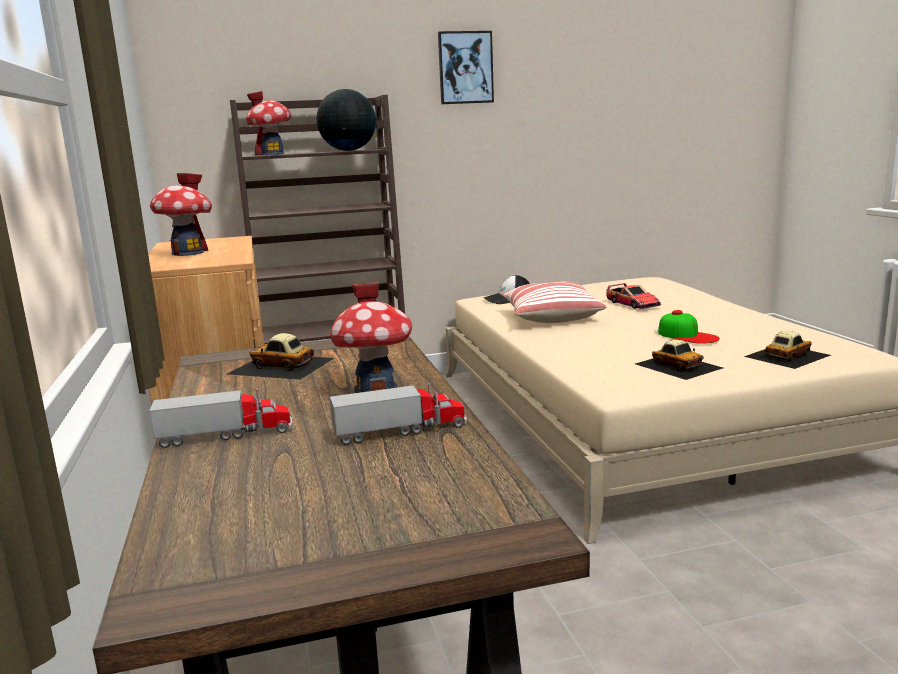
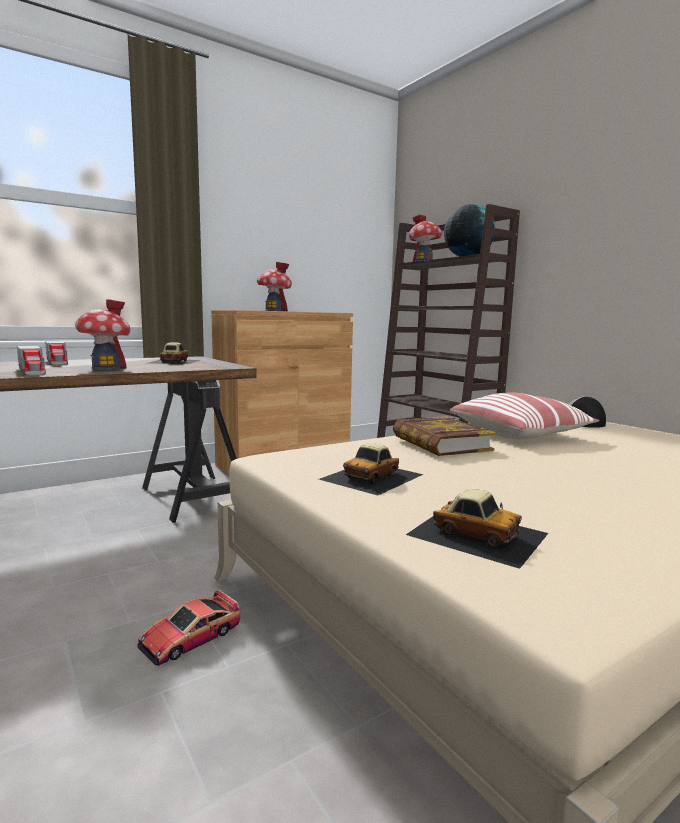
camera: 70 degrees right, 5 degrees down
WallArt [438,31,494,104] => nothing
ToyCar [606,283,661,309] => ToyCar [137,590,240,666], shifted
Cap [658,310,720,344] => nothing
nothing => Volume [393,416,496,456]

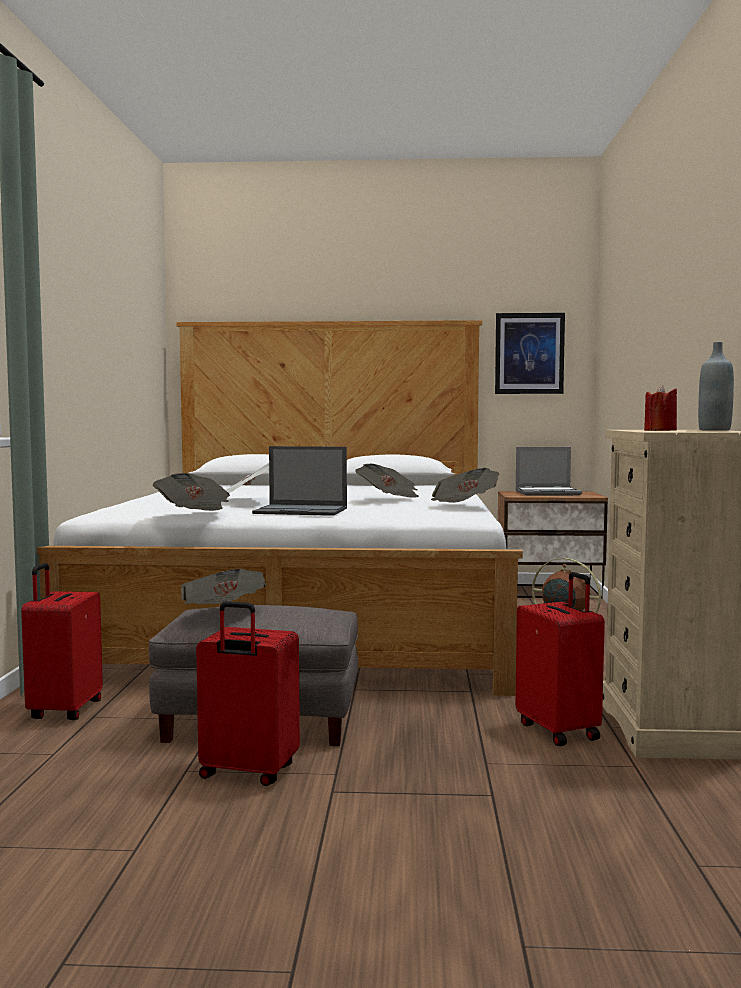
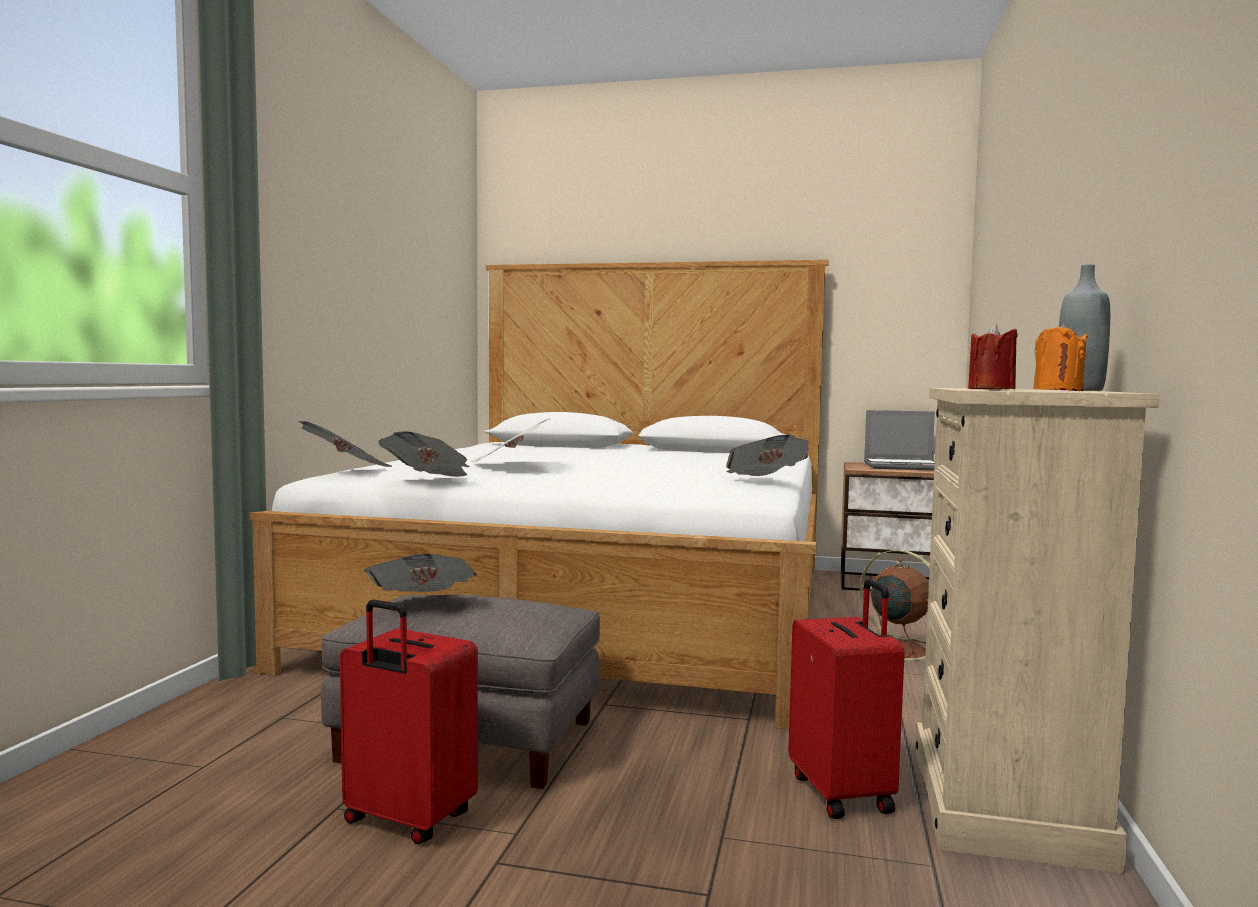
camera: 10 degrees right, 0 degrees up
ReddishTravelCase [21,563,103,720] => nothing
NotebookComputer [252,446,347,516] => nothing
Newspaper [355,464,419,498] => Newspaper [298,421,392,467], shifted
WallArt [495,313,565,394] => nothing
nothing => OrangeWaxCandle [1033,323,1088,391]

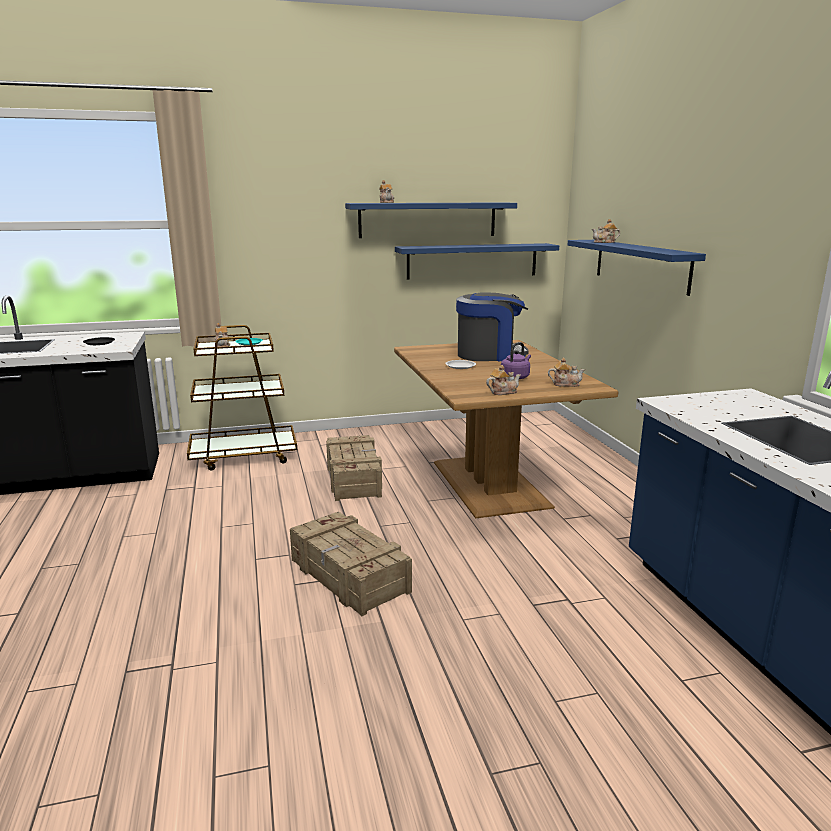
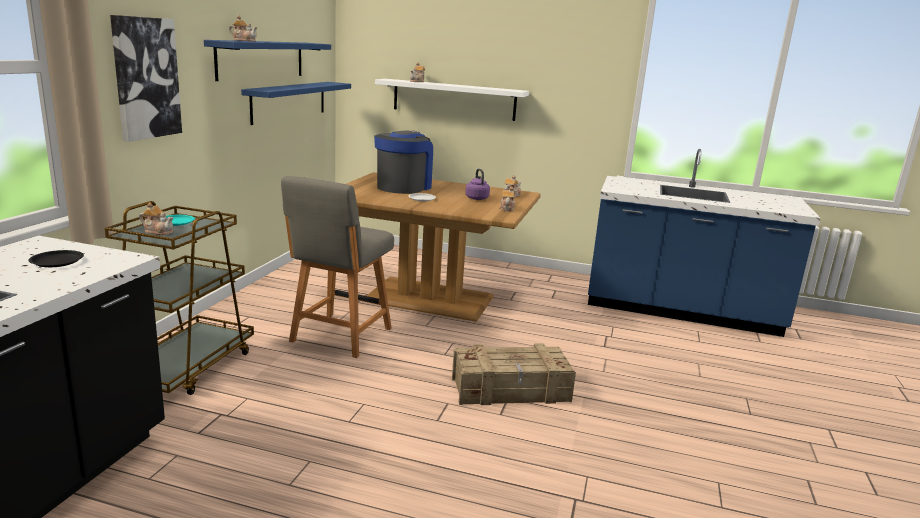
camera: 60 degrees left, 0 degrees up
PackingCrate [326,435,382,501] => GrayChair [281,176,394,358]
BlueColouredWallShelf [568,240,706,296] => WhiteColouredWallShelf [375,79,529,121]
nothing => WallArt [110,15,182,142]

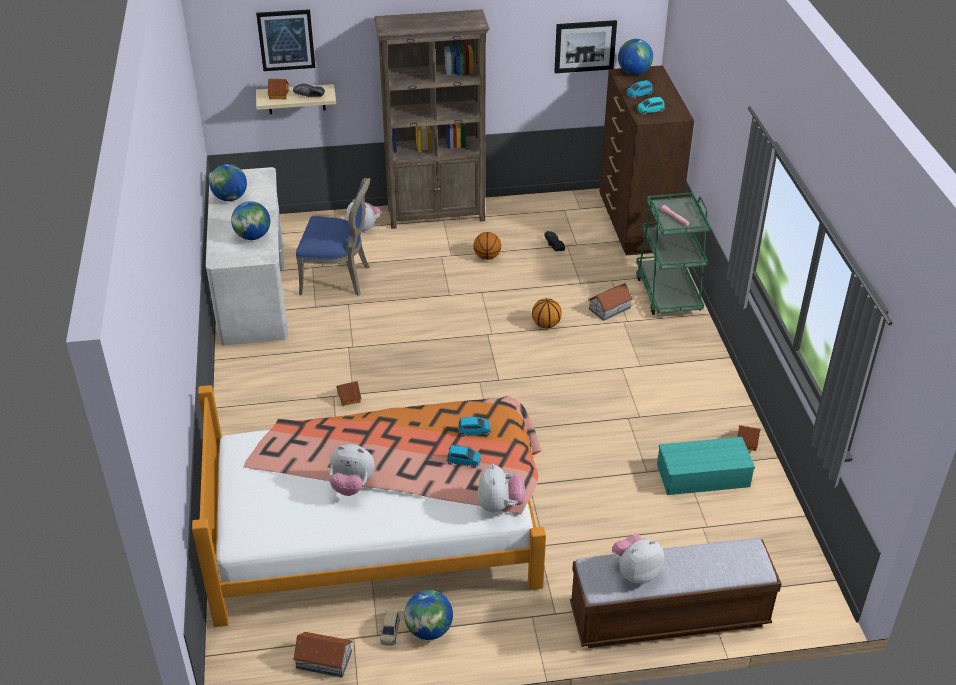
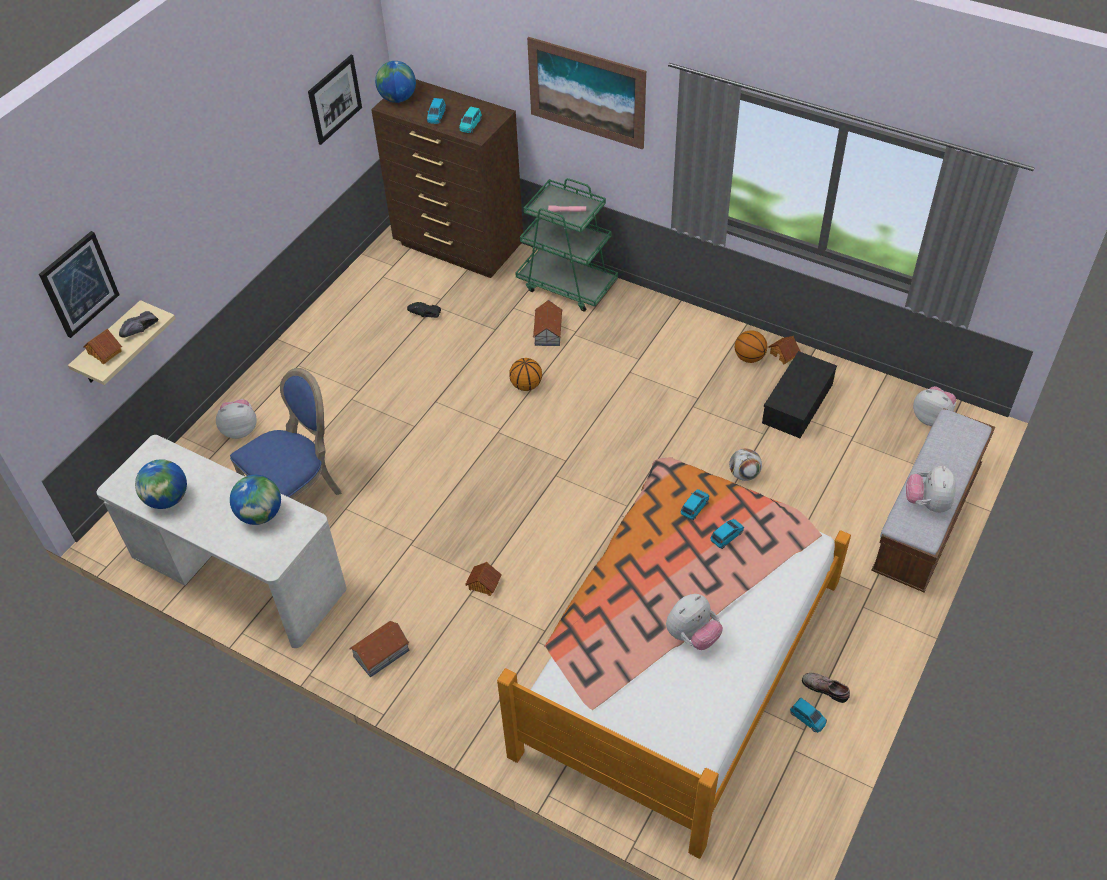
camera: 50 degrees left, 10 degrees up
MiniatureHouse [293,632,353,677] => MiniatureHouse [350,621,409,677], shifted
BrownShelvingUnit [374,9,490,229] => nothing
SandColouredToyCar [380,611,400,646] => BlueColouredToyCar [790,698,827,733]
WorldGlobe [404,590,453,640] => Shoe [802,673,850,703]
BasketballBall [474,232,501,260] => BasketballBall [735,330,767,363], shifted
CuddlyToy [477,464,525,513] => CuddlyToy [913,386,956,426], shifted
TurquoiseColouredStorageBin [657,437,755,495] => BlackColouredStorageBin [762,351,837,438]
nothing => WallArt [527,37,646,150]
nothing => Football [729,448,762,481]

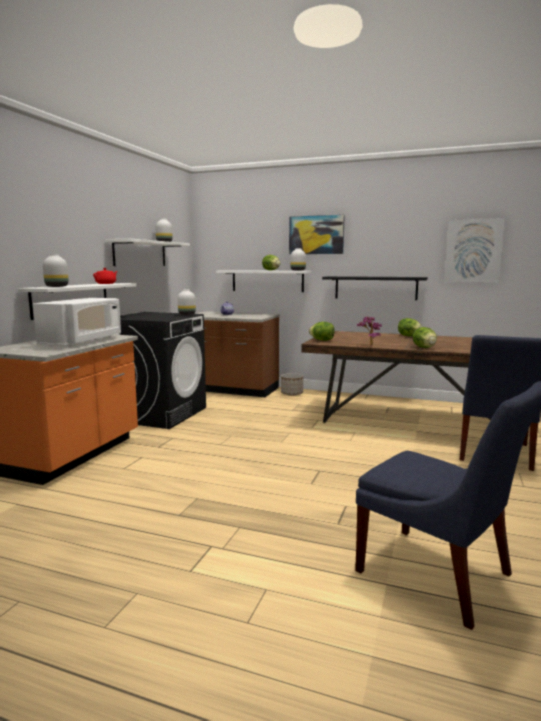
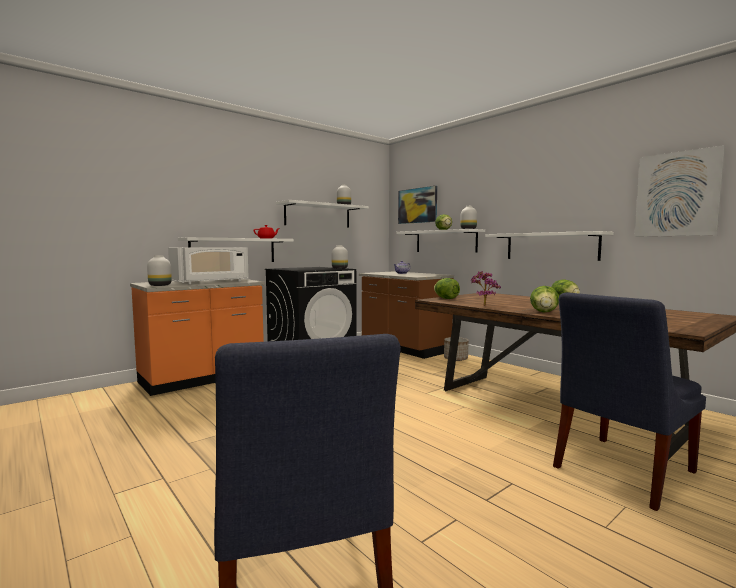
camera: 30 degrees right, 5 degrees down
WhiteColouredDecorativeVase [43,254,69,287] => WhiteColouredDecorativeVase [147,255,172,286], shifted
WallArt [289,215,345,254] => WallArt [398,186,437,224], shifted
BlackColouredWallShelf [322,276,428,300] => WhiteColouredWallShelf [485,231,614,261]

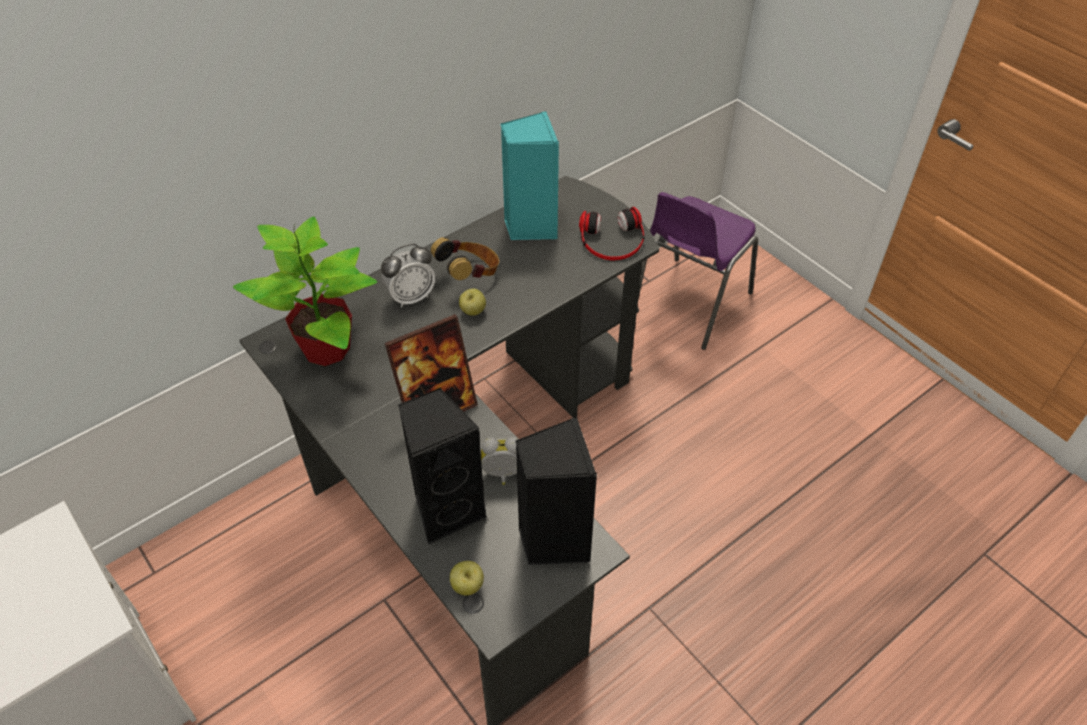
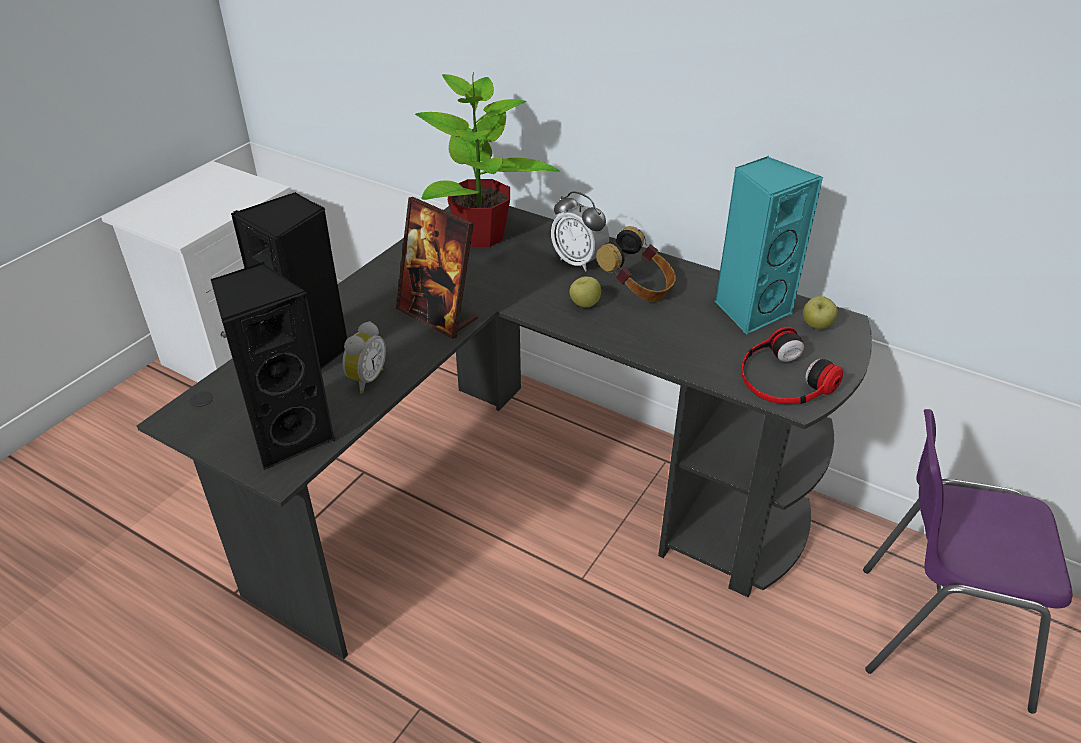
camera: 70 degrees right, 10 degrees down
WholeApple [450,561,484,596] => WholeApple [803,296,838,329], shifted
TableClock [481,437,518,485] => TableClock [342,321,386,394], 45 degrees clockwise

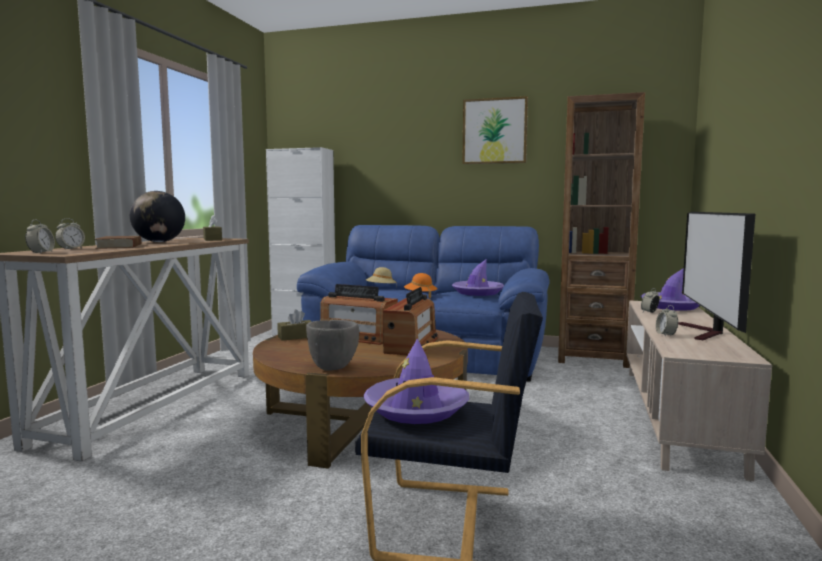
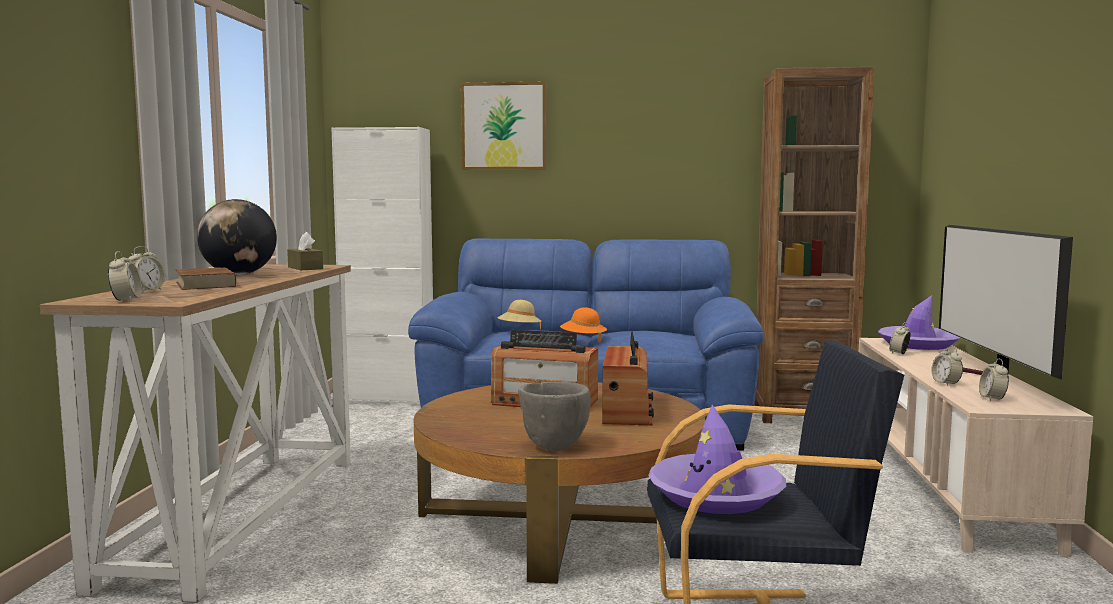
camera: 10 degrees left, 0 degrees up
BrownTissueBox [277,309,312,341] => nothing
PurpleColouredClothingHat [452,259,504,296] => nothing
WallArt [462,96,528,164] => WallArt [461,81,547,170], shifted
nothing => TableClock [979,359,1009,401]

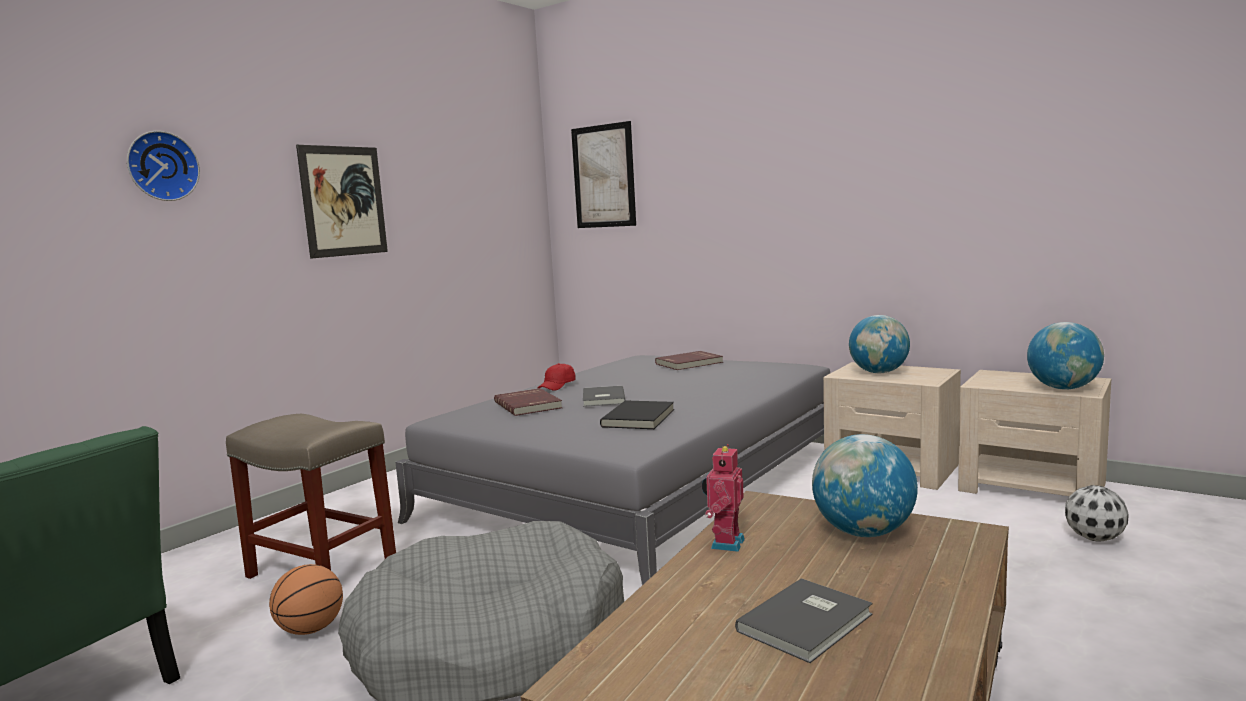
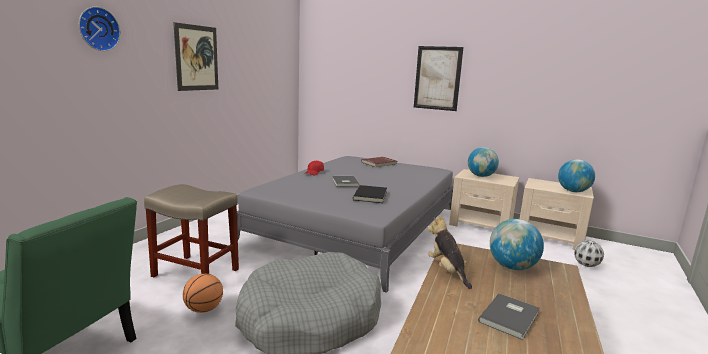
camera: 10 degrees left, 5 degrees up
ReddishVolume [494,388,562,416] => nothing
WallArt [571,121,636,228] => WallArt [414,46,464,111], shifted
ModelRobot [702,444,745,552] => CuddlyToy [428,215,472,289]

